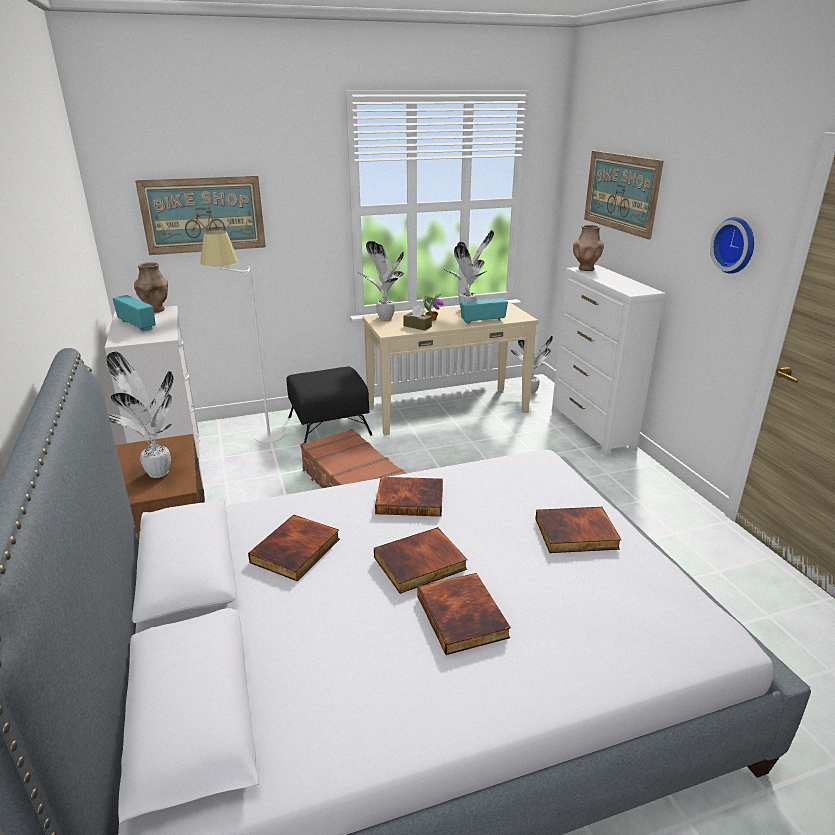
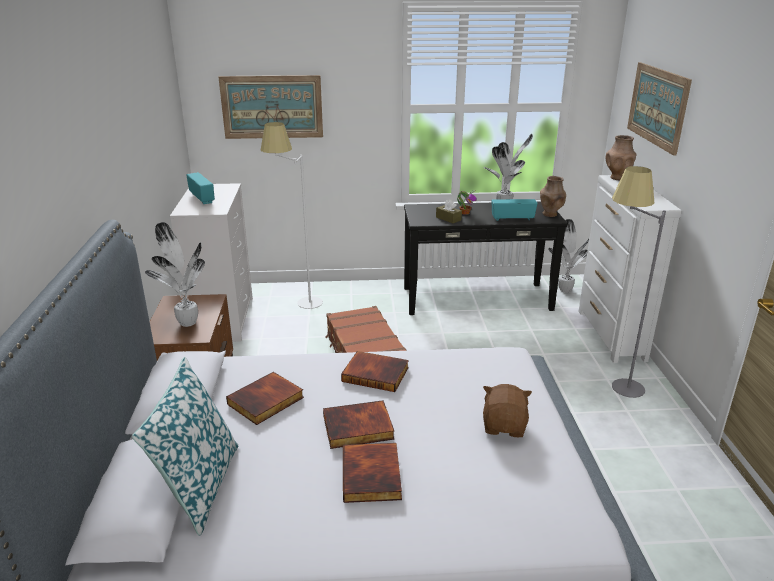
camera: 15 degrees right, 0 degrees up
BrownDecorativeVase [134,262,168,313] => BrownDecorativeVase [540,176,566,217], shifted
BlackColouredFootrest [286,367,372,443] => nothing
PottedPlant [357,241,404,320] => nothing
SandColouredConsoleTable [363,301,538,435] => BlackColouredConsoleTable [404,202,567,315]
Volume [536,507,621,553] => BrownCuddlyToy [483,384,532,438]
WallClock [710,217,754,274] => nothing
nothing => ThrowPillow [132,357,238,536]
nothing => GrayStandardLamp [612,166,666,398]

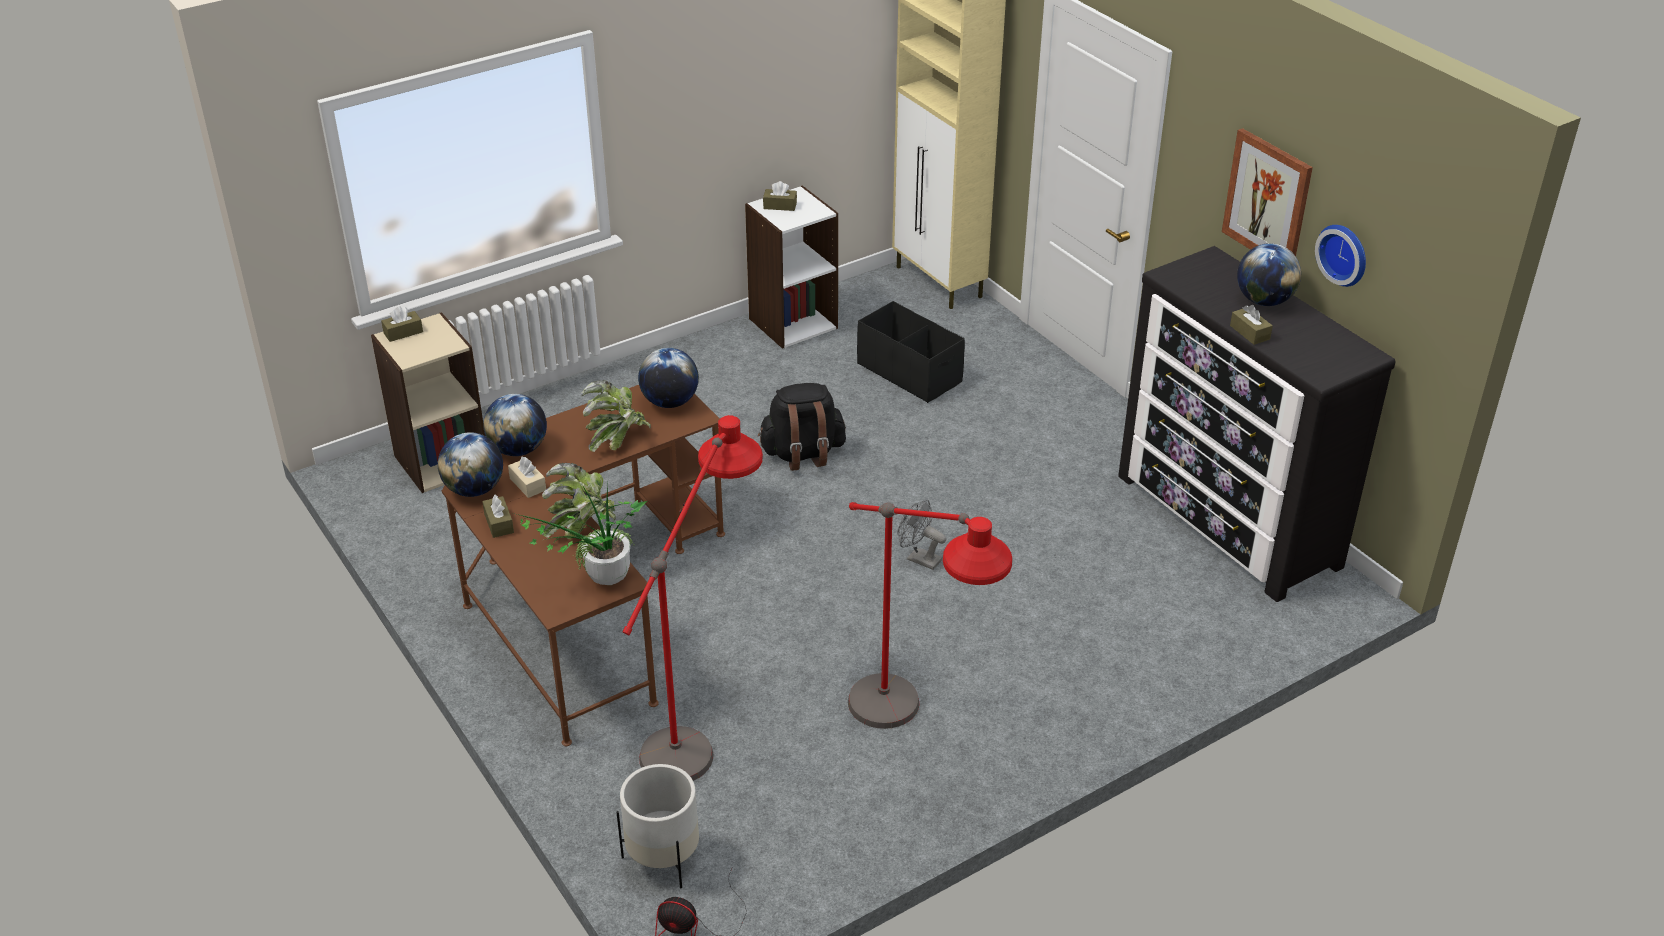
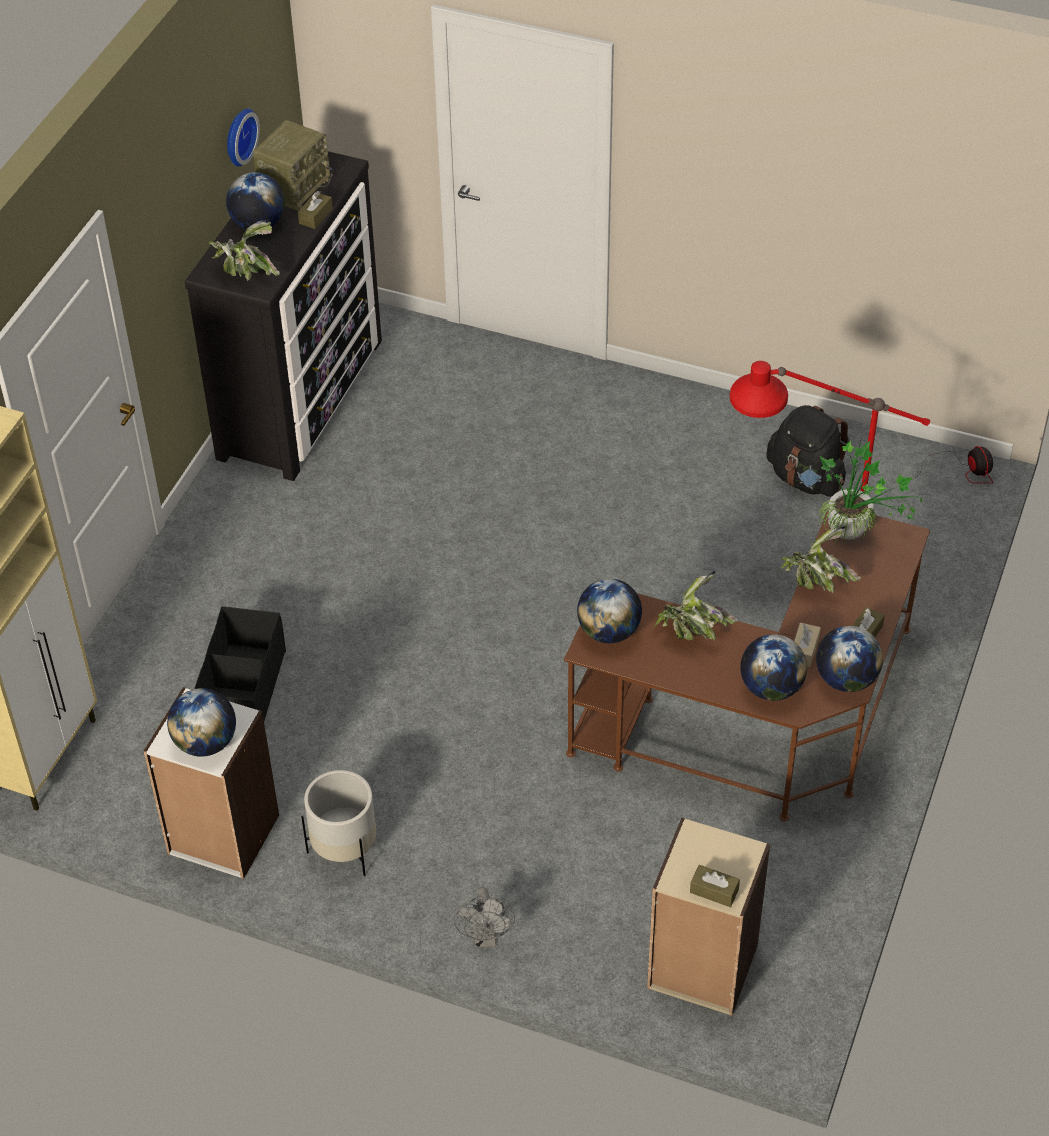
camera: 125 degrees left, 10 degrees up
WhiteColouredPlanter [617,764,699,888] => WhiteColouredPlanter [301,770,377,876], shifted
BlackColouredRucksack [758,383,846,471] => BlackColouredRucksack [766,405,850,497], shifted
BrownTissueBox [763,181,797,211] => WorldGlobe [167,688,236,757]
ReddishStandardLamp [848,502,1012,729] => nothing
GrayFan [898,500,947,570] => GrayFan [454,887,515,948], shifted
WallArt [1222,128,1313,256] => nothing
nothing => PottedPlant [208,220,280,281]
nothing => RadioReceiver [253,120,333,211]

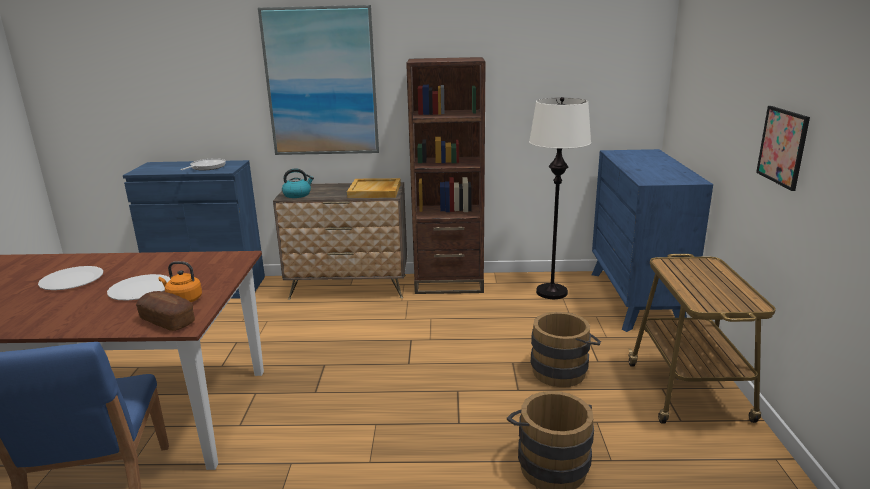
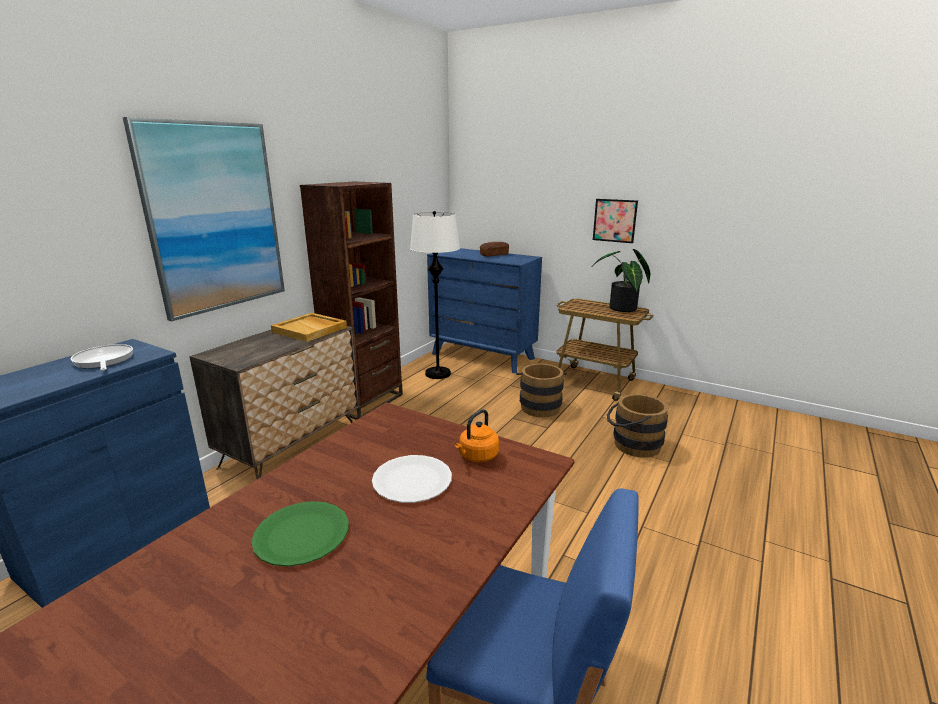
camera: 60 degrees left, 0 degrees up
WhiteColouredPlate [38,266,103,290] => GreenishPlate [251,501,349,567]
BakedBread [136,291,195,331] => BakedBread [480,242,509,256], shifted
Kettle [282,168,314,198] => nothing
nothing => PottedPlant [591,249,651,312]

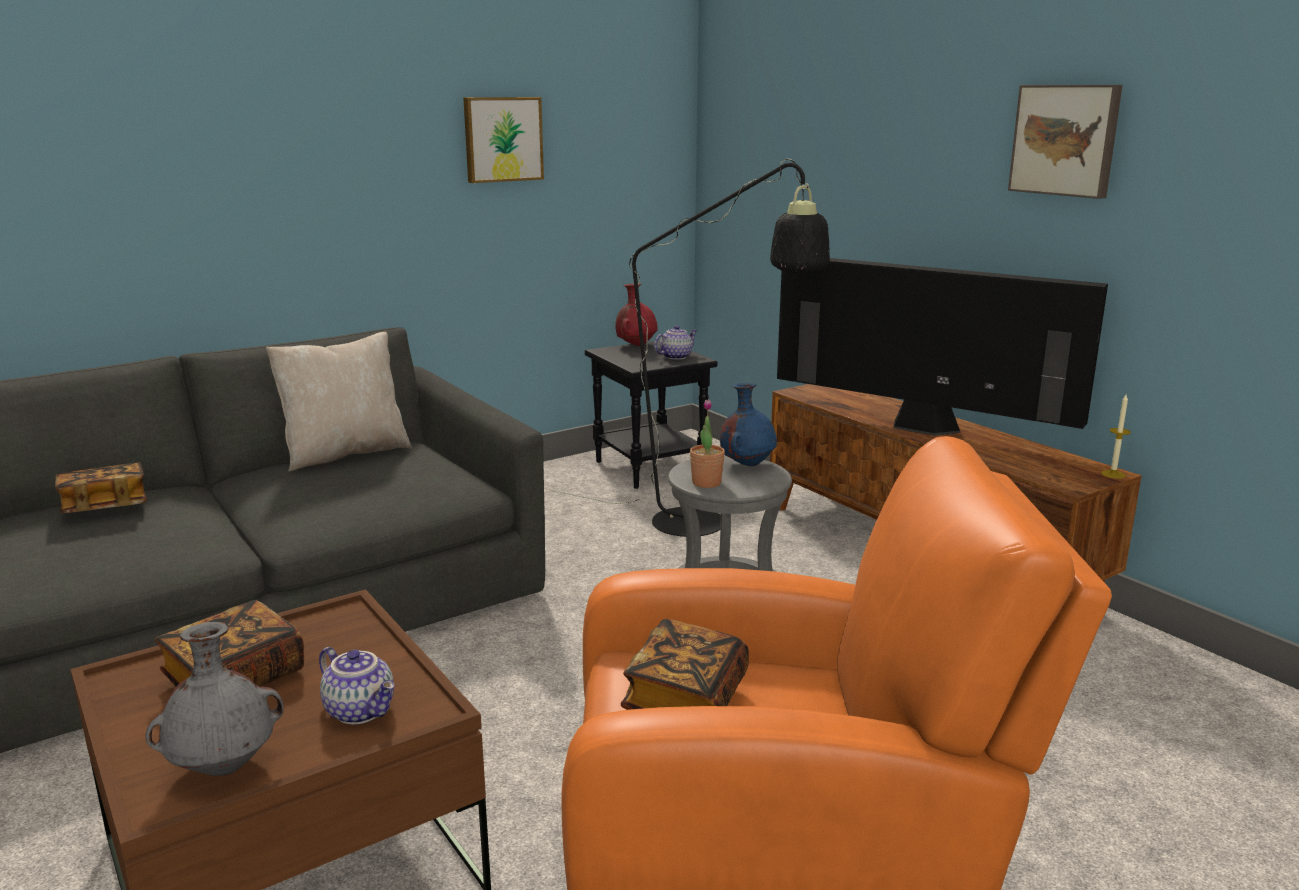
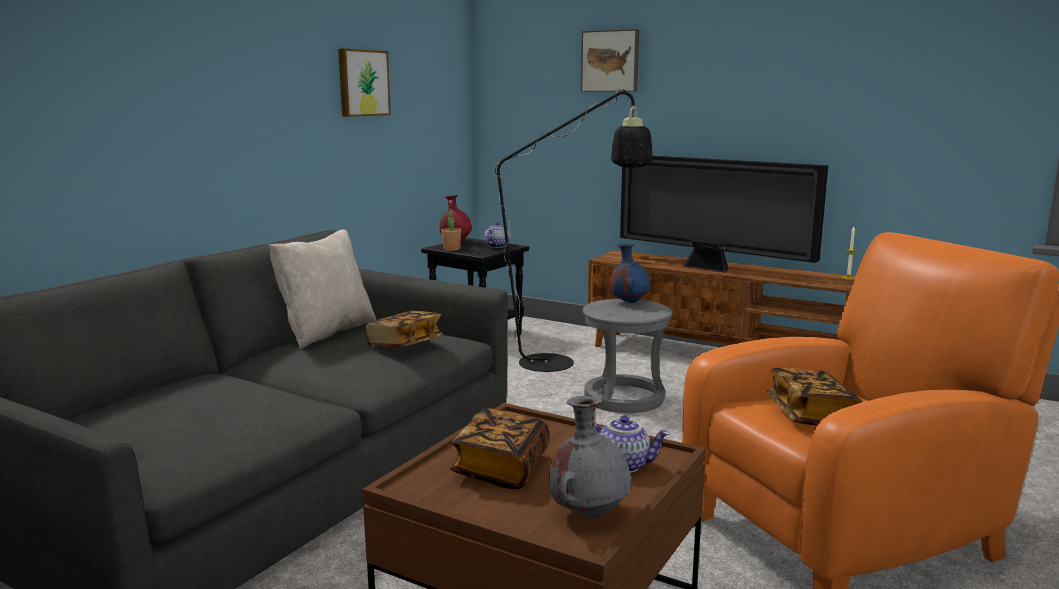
camera: 25 degrees left, 5 degrees down
Volume [55,462,147,513] => Volume [366,311,443,347], shifted
PottedPlant [690,399,725,488] => PottedPlant [441,200,461,251], shifted
Tv [777,258,1108,436] => Tv [620,155,828,273], 150 degrees counterclockwise
WallArt [1008,85,1123,199] => WallArt [581,29,639,92], shifted

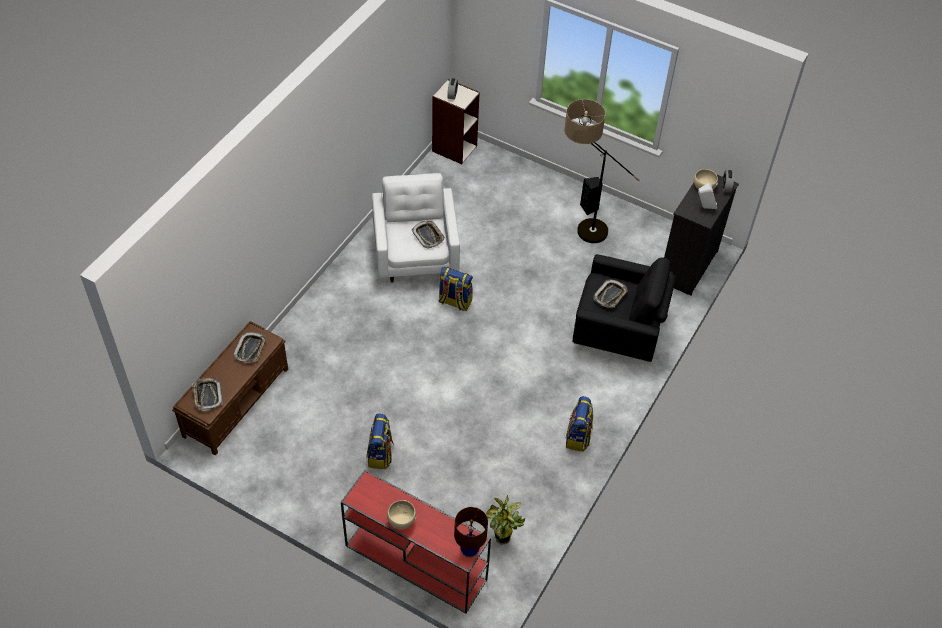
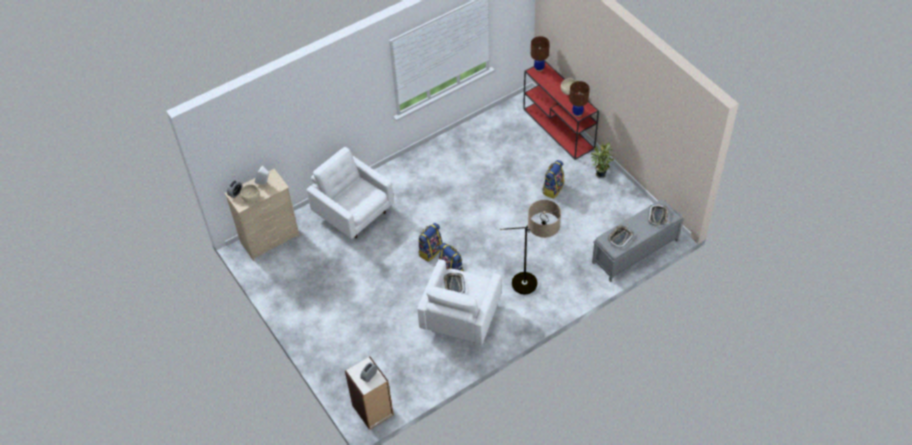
camera: 150 degrees left, 0 degrees up
BrownIndoorBench [172,321,288,456] => GrayIndoorBench [592,199,684,282]
PottedPlant [486,495,525,545] => PottedPlant [590,141,615,179], shifted
StandardLamp [564,99,640,243] => StandardLamp [500,200,561,295], shifted
Rucksack [565,396,593,452] => Rucksack [418,223,443,262], shifted
BlackColouredArmchair [573,254,676,362] => WhiteColouredArmchair [306,147,394,239]
BlackColouredLoudspeaker [580,177,603,215] => nothing
Tray [593,280,627,307] => nothing
BlackColouredChestOfDrawers [664,174,739,296] => SandColouredChestOfDrawers [225,169,300,261]
nothing => BrownTableLamp [569,81,589,117]

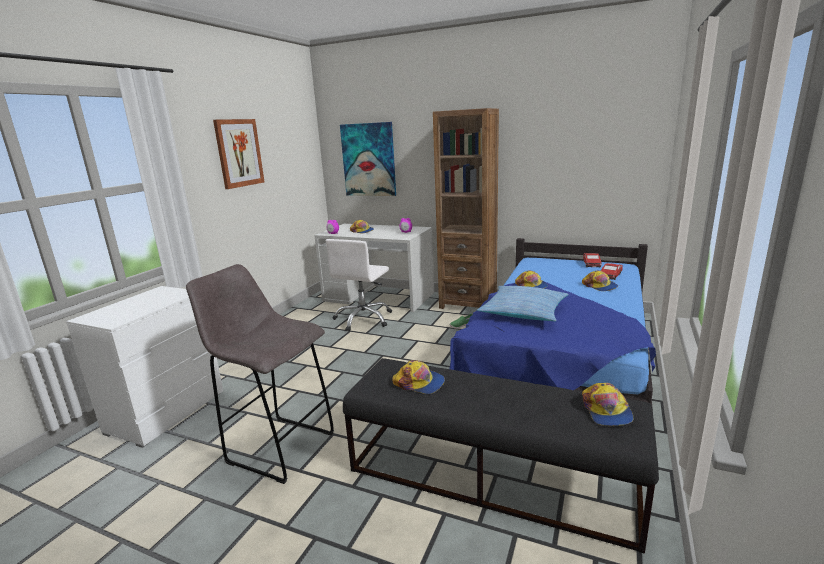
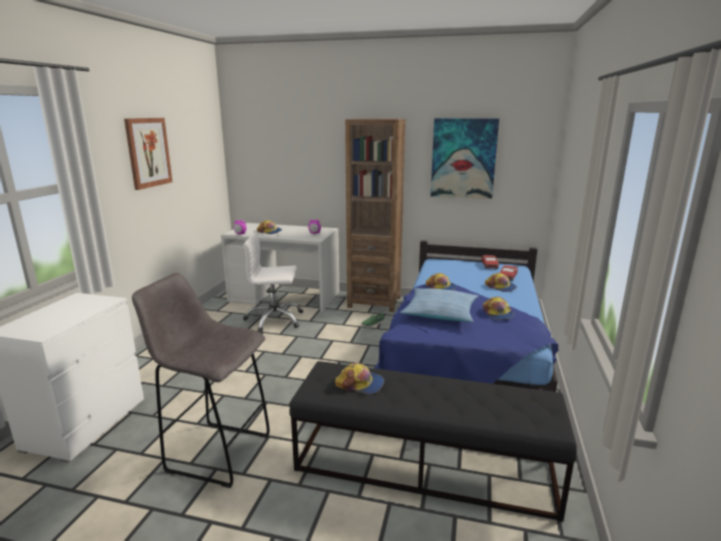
camera: 10 degrees left, 0 degrees up
WhiteColouredDeskChair [326,239,392,332] => WhiteColouredDeskChair [243,232,303,333], 75 degrees clockwise
WallArt [340,122,396,196] => WallArt [431,118,499,199], shifted
Cap [582,383,634,426] => Cap [483,297,514,320], shifted

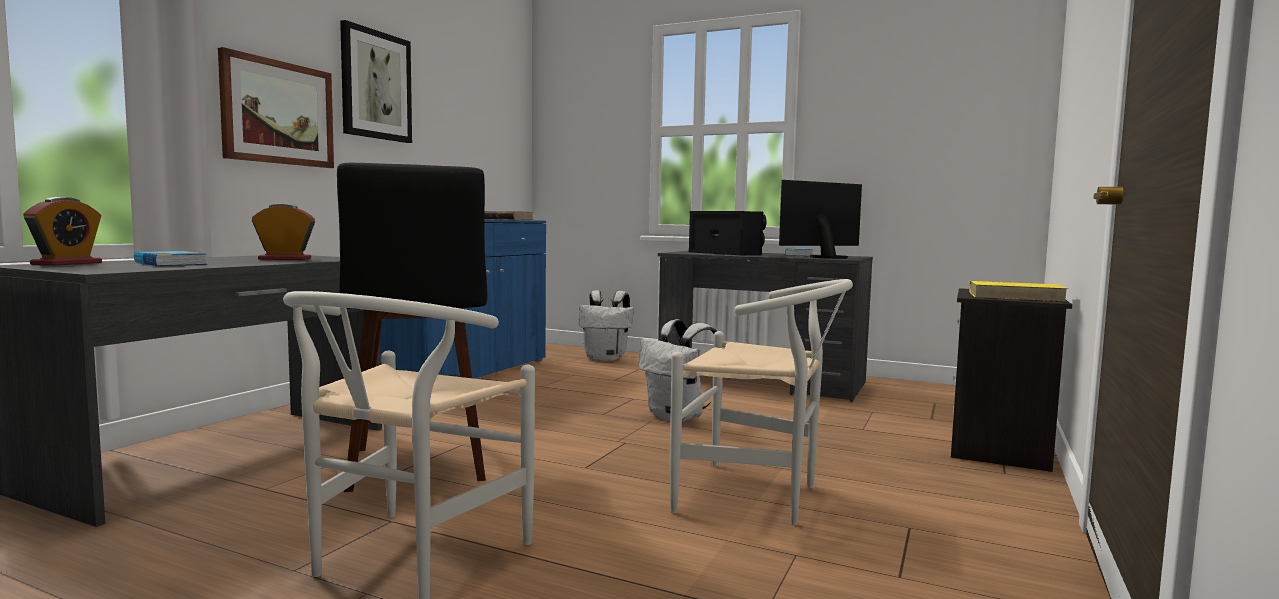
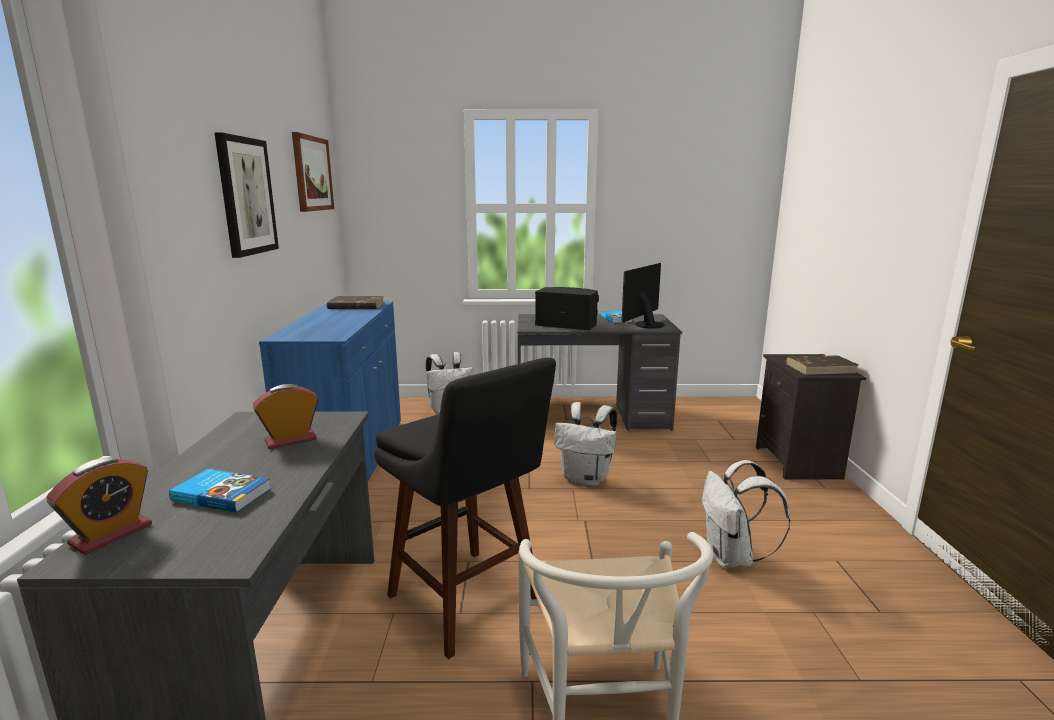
camera: 25 degrees left, 10 degrees up
TableClock [23,197,102,266] => TableClock [46,457,152,555], 45 degrees clockwise
WallArt [218,47,334,168] => WallArt [292,132,334,212], shifted
WhiteColouredChair [670,279,853,525] => WhiteColouredRucksack [702,460,790,567]
YellowColouredVolume [969,281,1068,302] => BrownVolume [785,355,858,375]

